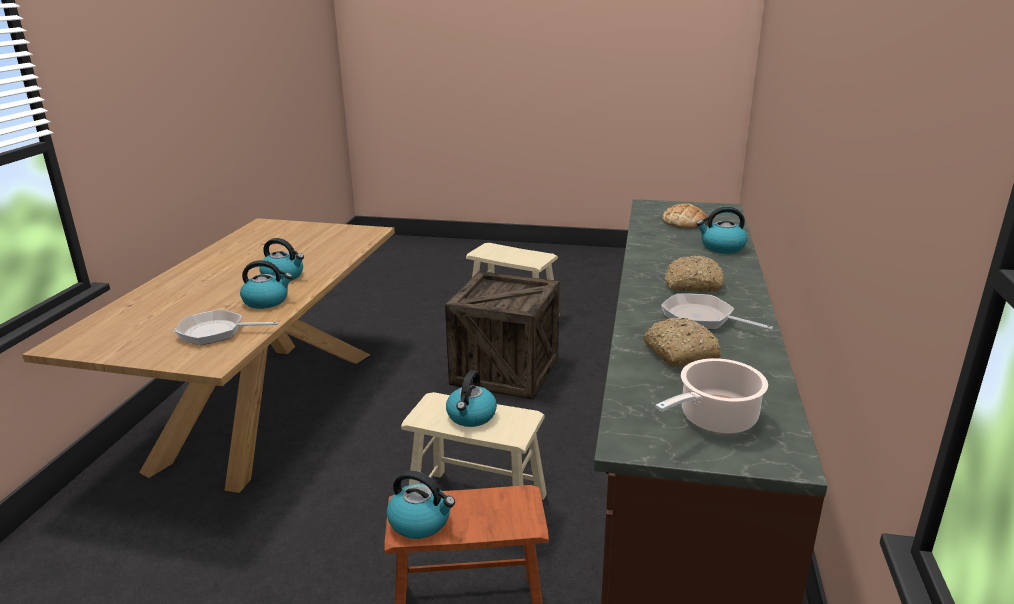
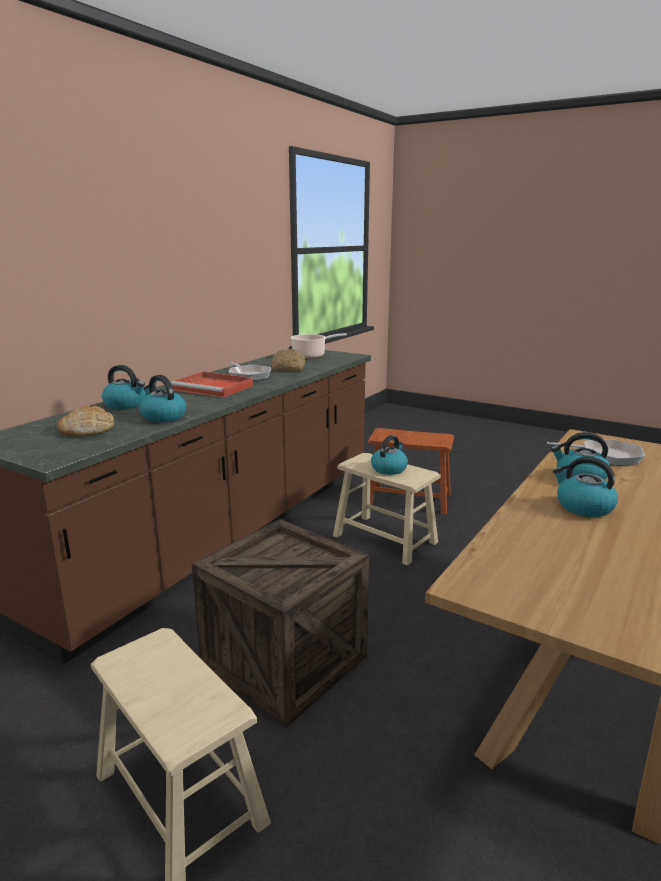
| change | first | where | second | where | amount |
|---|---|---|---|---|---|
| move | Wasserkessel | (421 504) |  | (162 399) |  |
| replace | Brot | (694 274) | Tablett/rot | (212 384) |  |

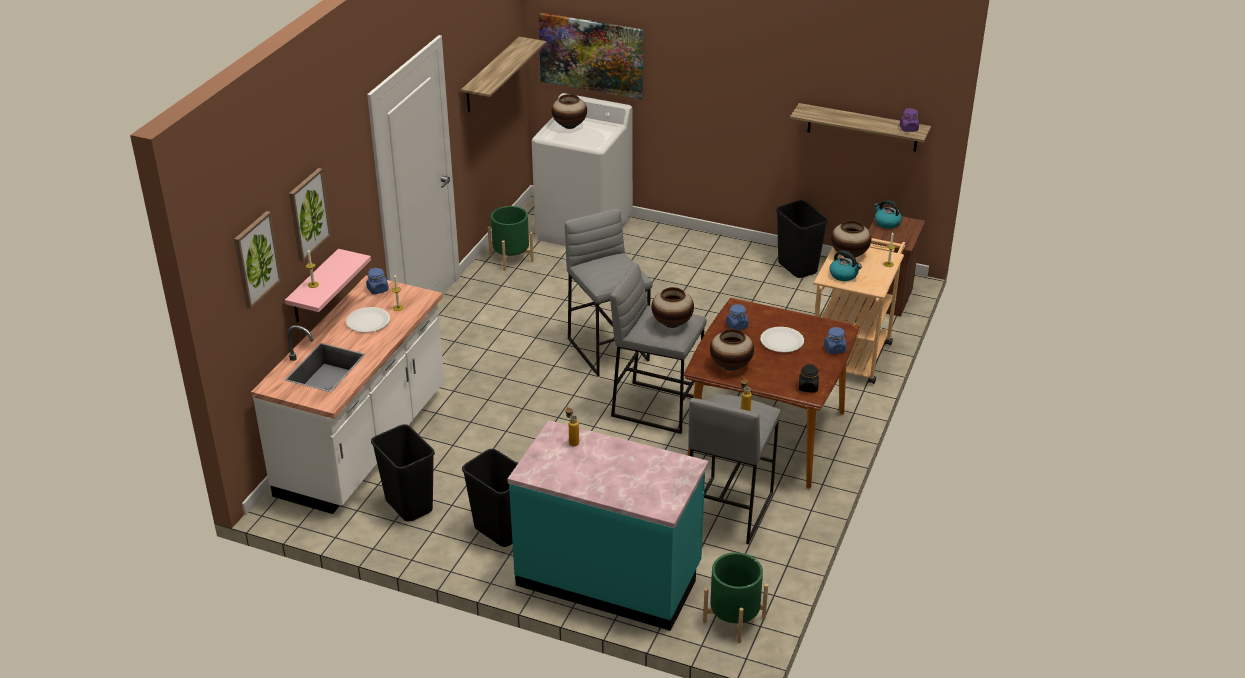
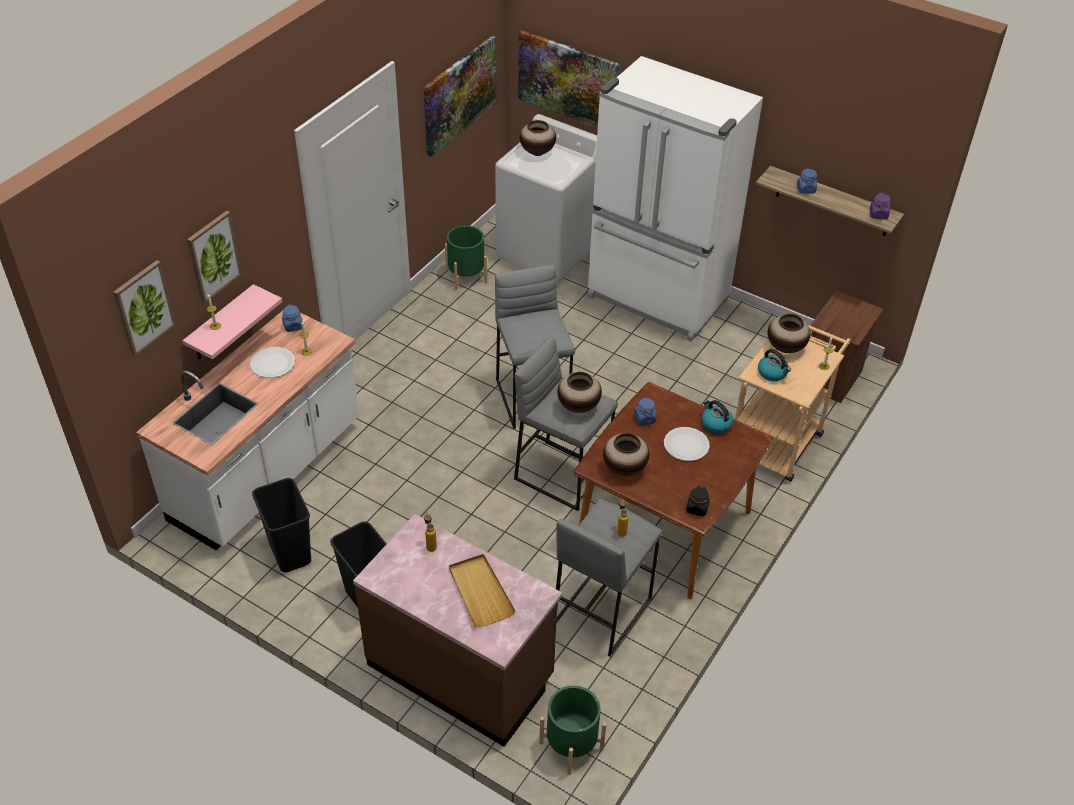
| change | first | where | second | where | amount |
|---|---|---|---|---|---|
| recolor | Küchenzeile/türkis | (608 525) | Küchenzeile/braun | (457 630) |  |
| replace | Wandregal | (503 74) | Bild | (460 95) |  |
| insert |  |  | Tablett/beige | (482 590) |  |
| insert |  |  | Kühlschrank/weiß | (675 199) |  |
| move | Wasserkessel | (888 214) |  | (717 417) |  |
| move | Vorratsglas/blau | (835 340) |  | (807 181) |  |
| delete | Mülleimer/schwarz | (802 239) |  |  |  |

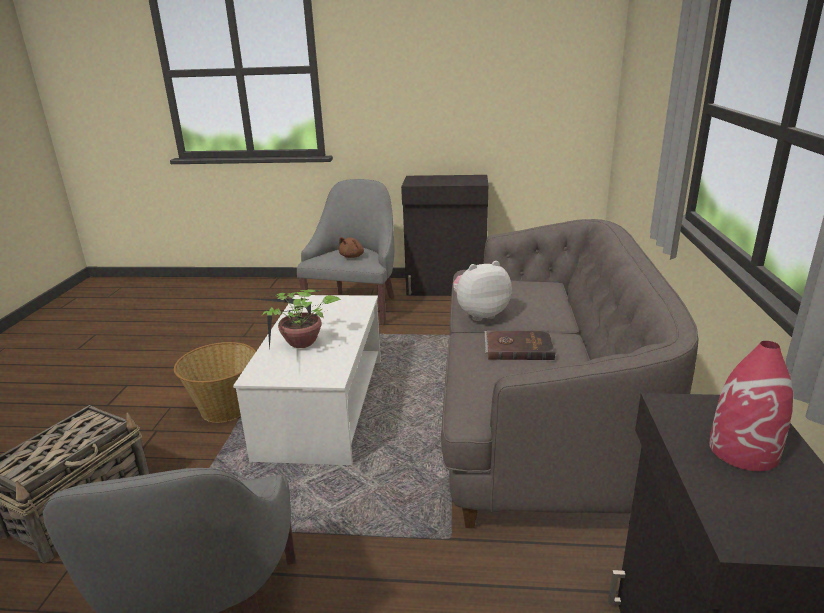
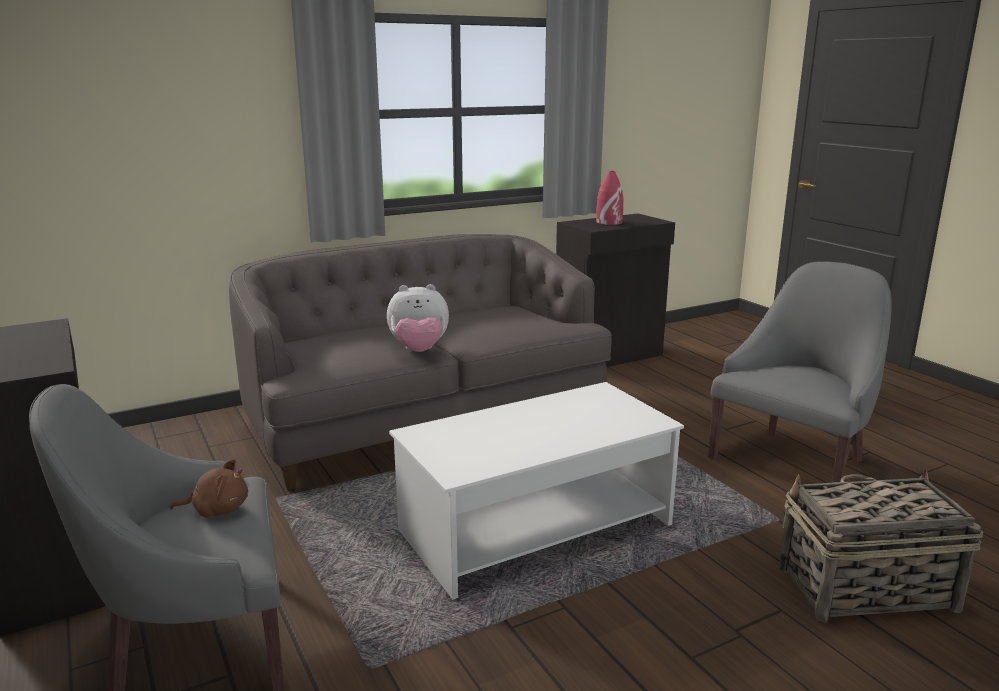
| change | first | where | second | where | amount |
|---|---|---|---|---|---|
| rotate | Plüschtier | (482 291) |  | (418 318) | 45 degrees counterclockwise |
| delete | Korb | (215 382) |  |  |  |
| delete | Topfpflanze | (297 320) |  |  |  |
| delete | Buch/braun | (520 345) |  |  |  |

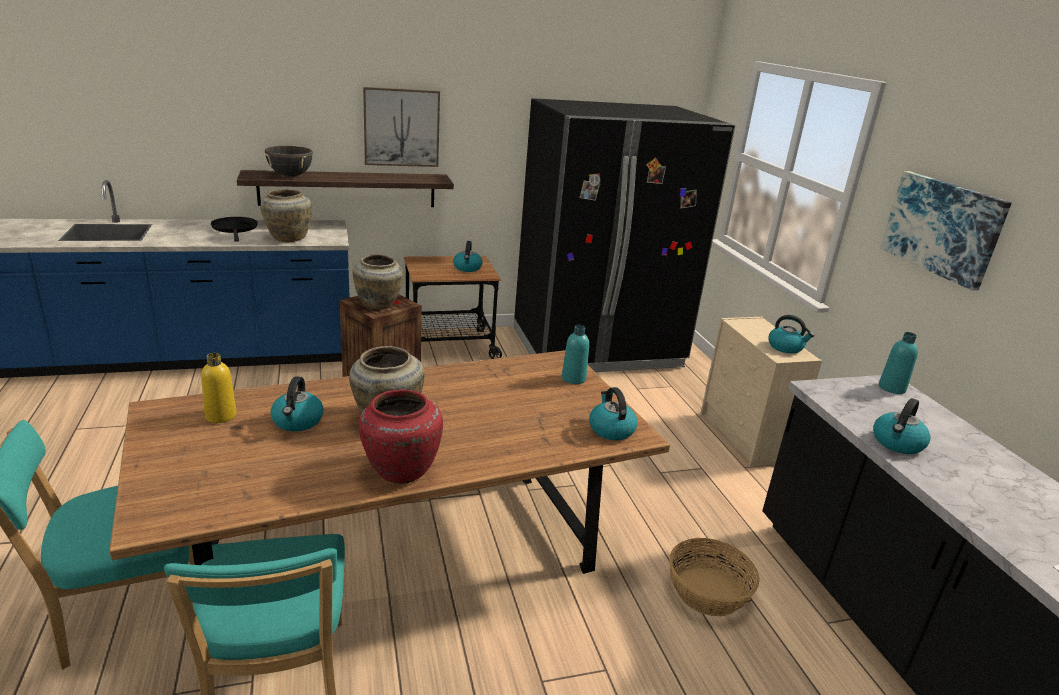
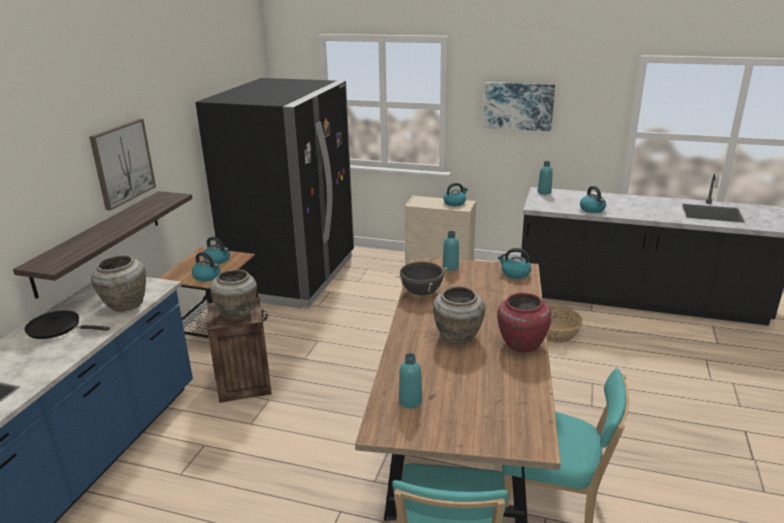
| change | first | where | second | where | amount |
|---|---|---|---|---|---|
| move | Wasserkessel | (297 404) |  | (206 267) |  |
| move | Kochtopf/schwarz | (288 161) |  | (422 278) |  |
| recolor | Flasche/gelb | (219 388) | Flasche/türkis | (410 380) |  |

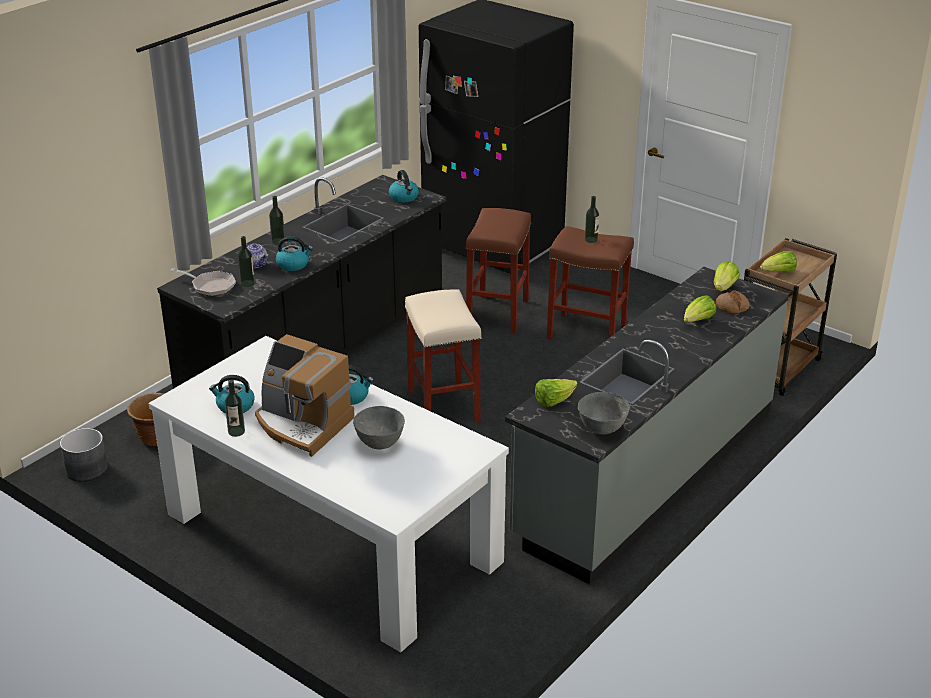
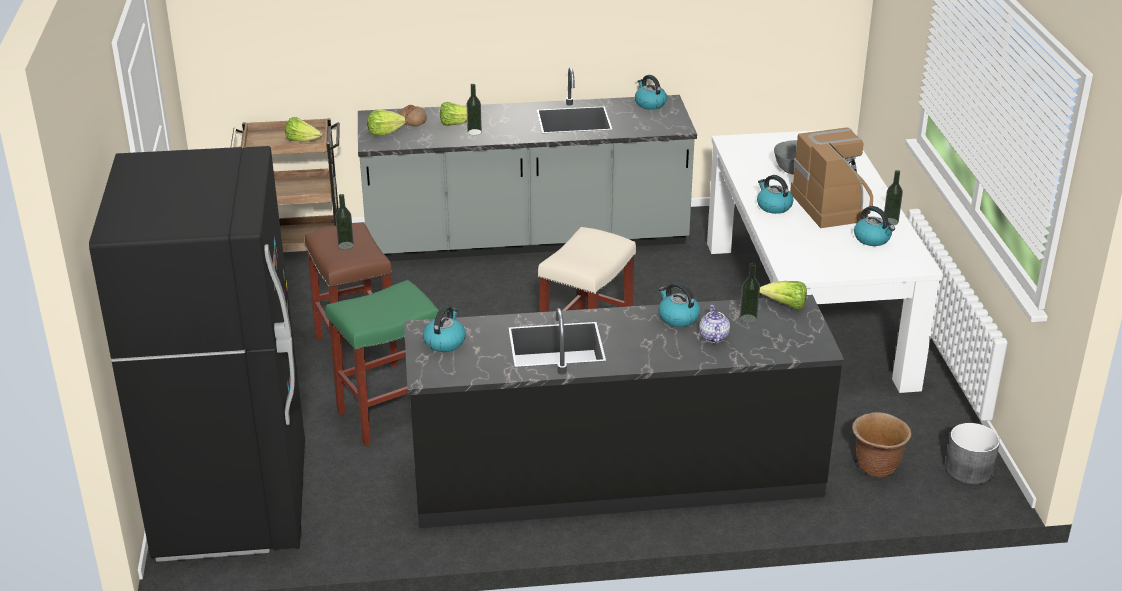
| change | first | where | second | where | amount |
|---|---|---|---|---|---|
| recolor | Hocker/braun | (498 270) | Hocker/grün | (382 363) |  |
| move | Flasche | (277 220) |  | (474 109) |  |
| replace | Schüssel/grau | (604 413) | Wasserkessel | (651 92) |  |
| move | Salatkopf | (556 393) |  | (783 295) |  |
| delete | Pfanne | (203 282) |  |  |  |

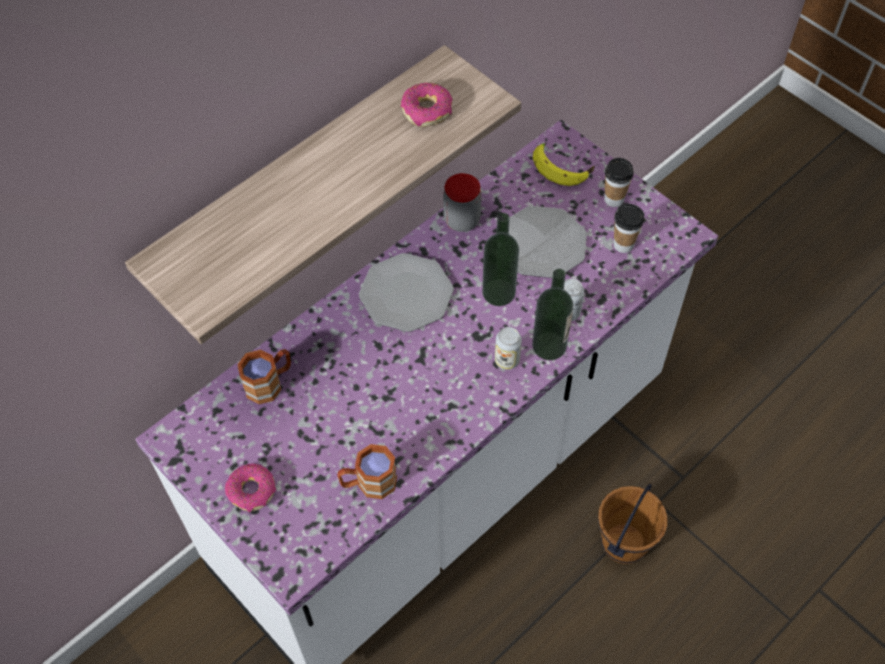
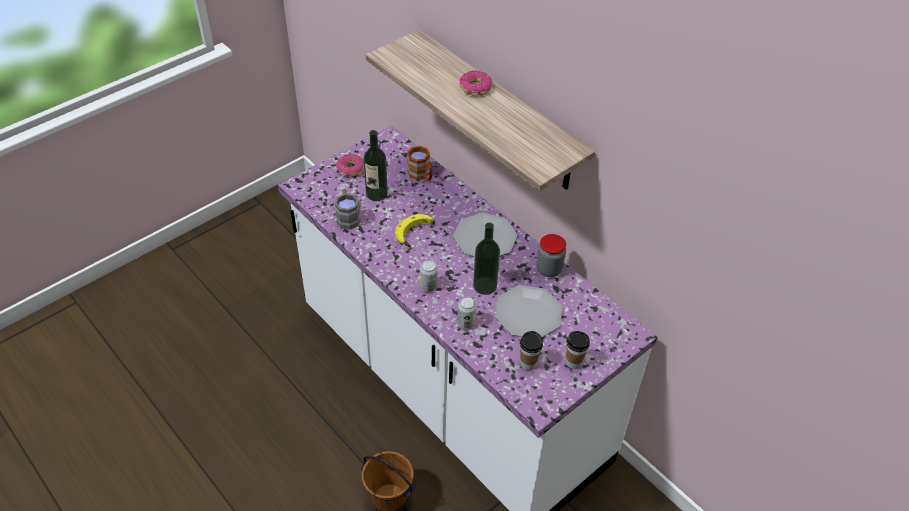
| change | first | where | second | where | amount |
|---|---|---|---|---|---|
| recolor | Henkelbecher/braun | (367 471) | Henkelbecher/grau | (347 209) |  |
| move | Flasche | (552 314) |  | (375 165) |  |
| move | Banane | (564 164) |  | (415 230) |  |
| move | Donut | (427 105) |  | (475 83) |  |

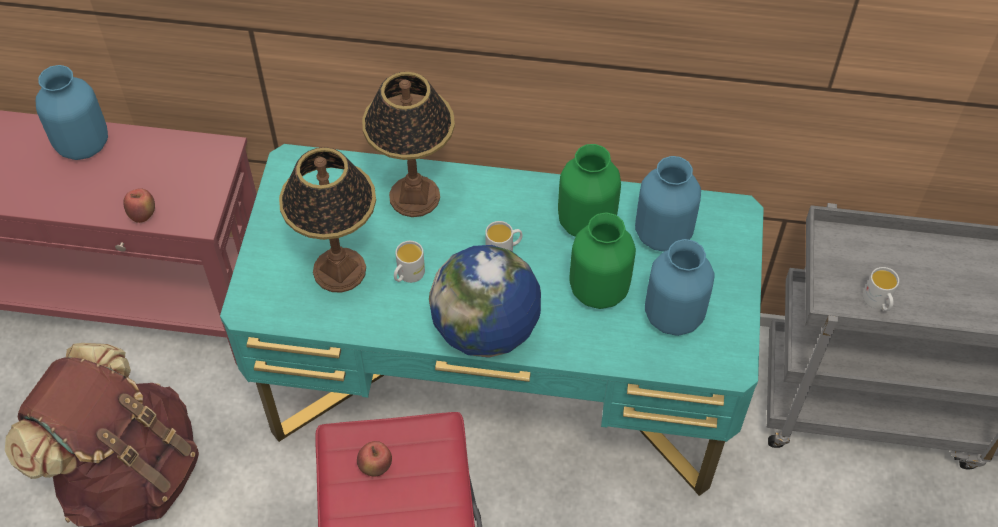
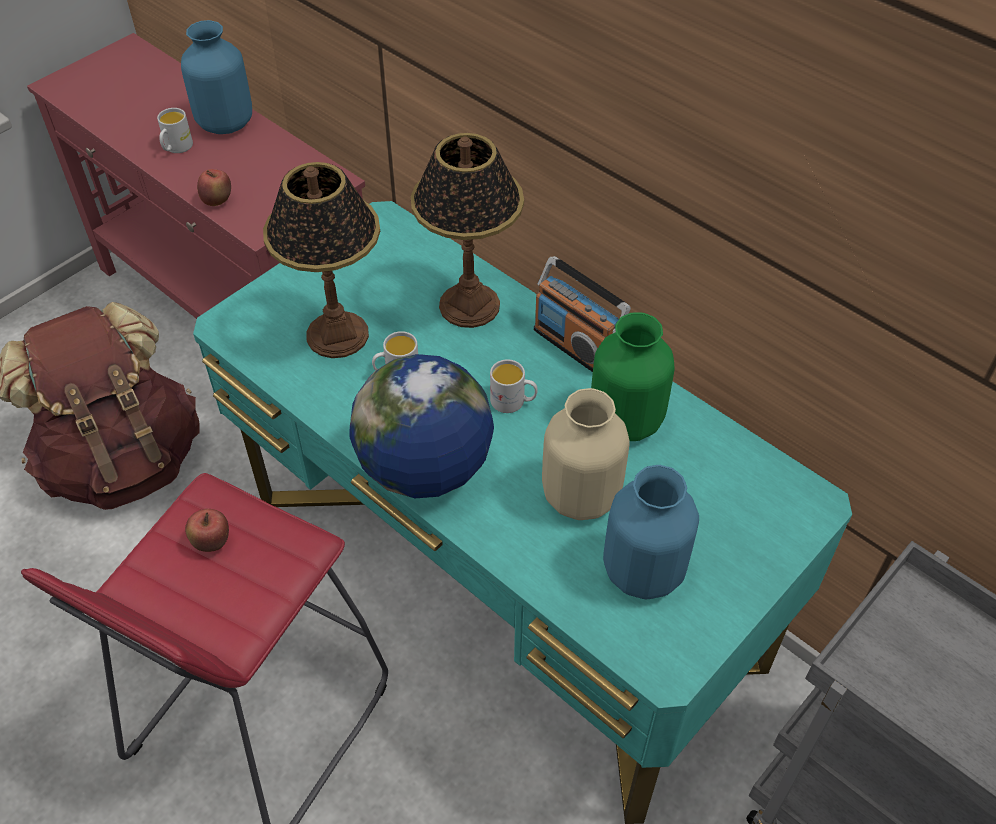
| change | first | where | second | where | amount |
|---|---|---|---|---|---|
| move | Henkelbecher/weiß | (881 289) |  | (175 130) |  |
| insert |  |  | Radio | (582 314) |  |
| recolor | Vase/grün | (602 260) | Vase/beige | (586 454) |  |
| delete | Vase/blau | (668 203) |  |  |  |

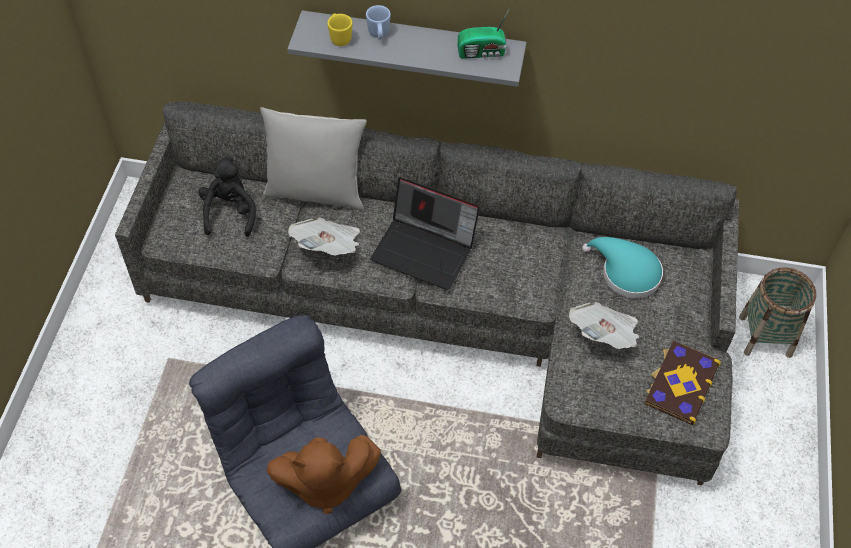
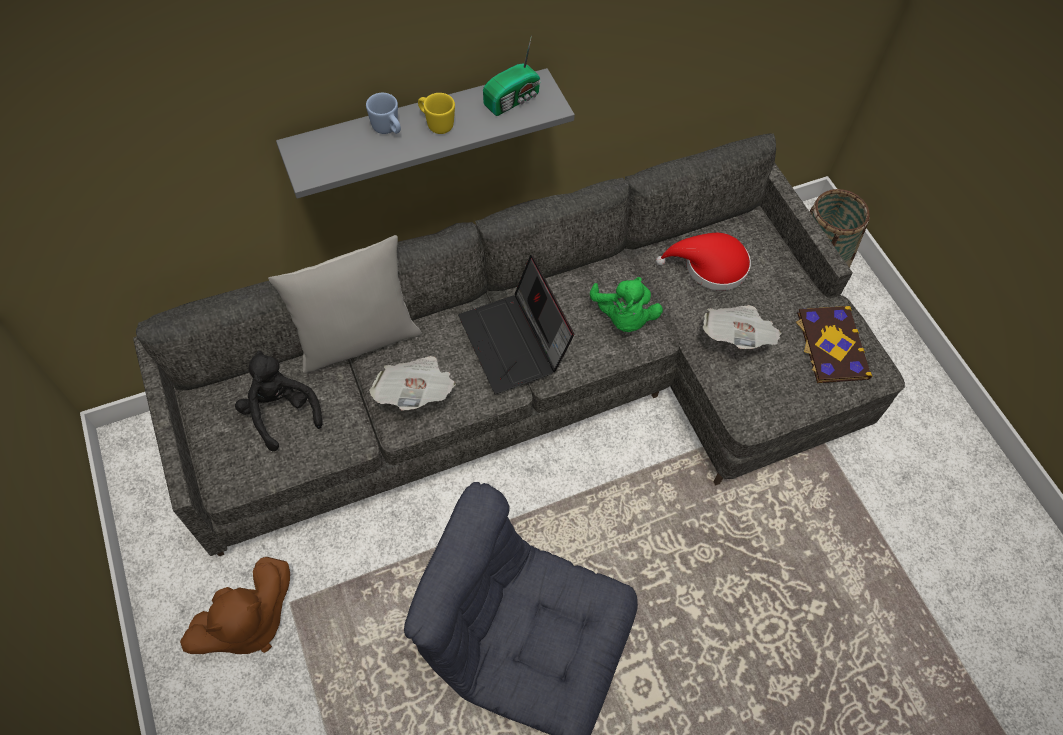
| change | first | where | second | where | amount |
|---|---|---|---|---|---|
| move | Plüschtier/braun | (324 474) |  | (235 605) |  |
| move | Henkelbecher/gelb | (339 29) |  | (436 113) |  |
| rotate | Laptop | (425 233) |  | (516 324) | 75 degrees clockwise |
| insert |  |  | Plüschtier/grün | (626 304) |  |
| recolor | Hut/türkis | (622 267) | Hut/rot | (703 262) |  |

